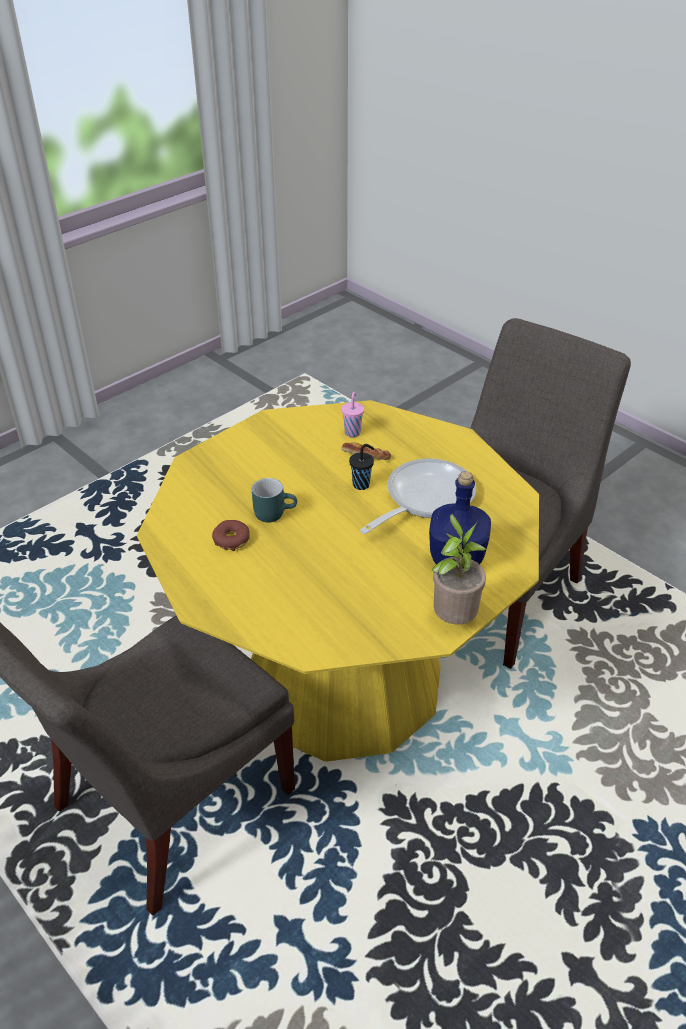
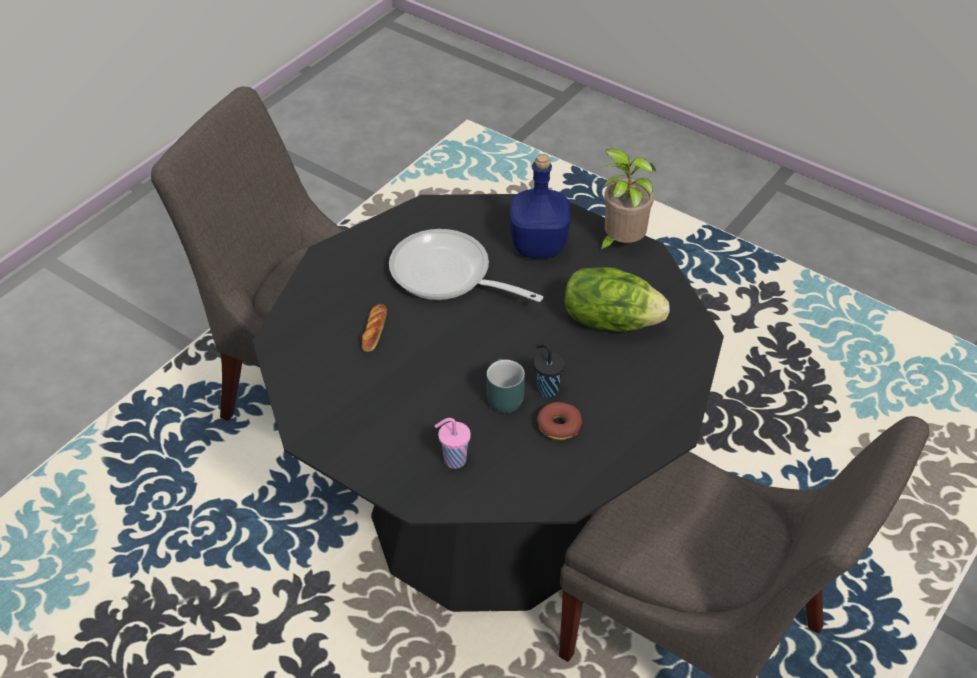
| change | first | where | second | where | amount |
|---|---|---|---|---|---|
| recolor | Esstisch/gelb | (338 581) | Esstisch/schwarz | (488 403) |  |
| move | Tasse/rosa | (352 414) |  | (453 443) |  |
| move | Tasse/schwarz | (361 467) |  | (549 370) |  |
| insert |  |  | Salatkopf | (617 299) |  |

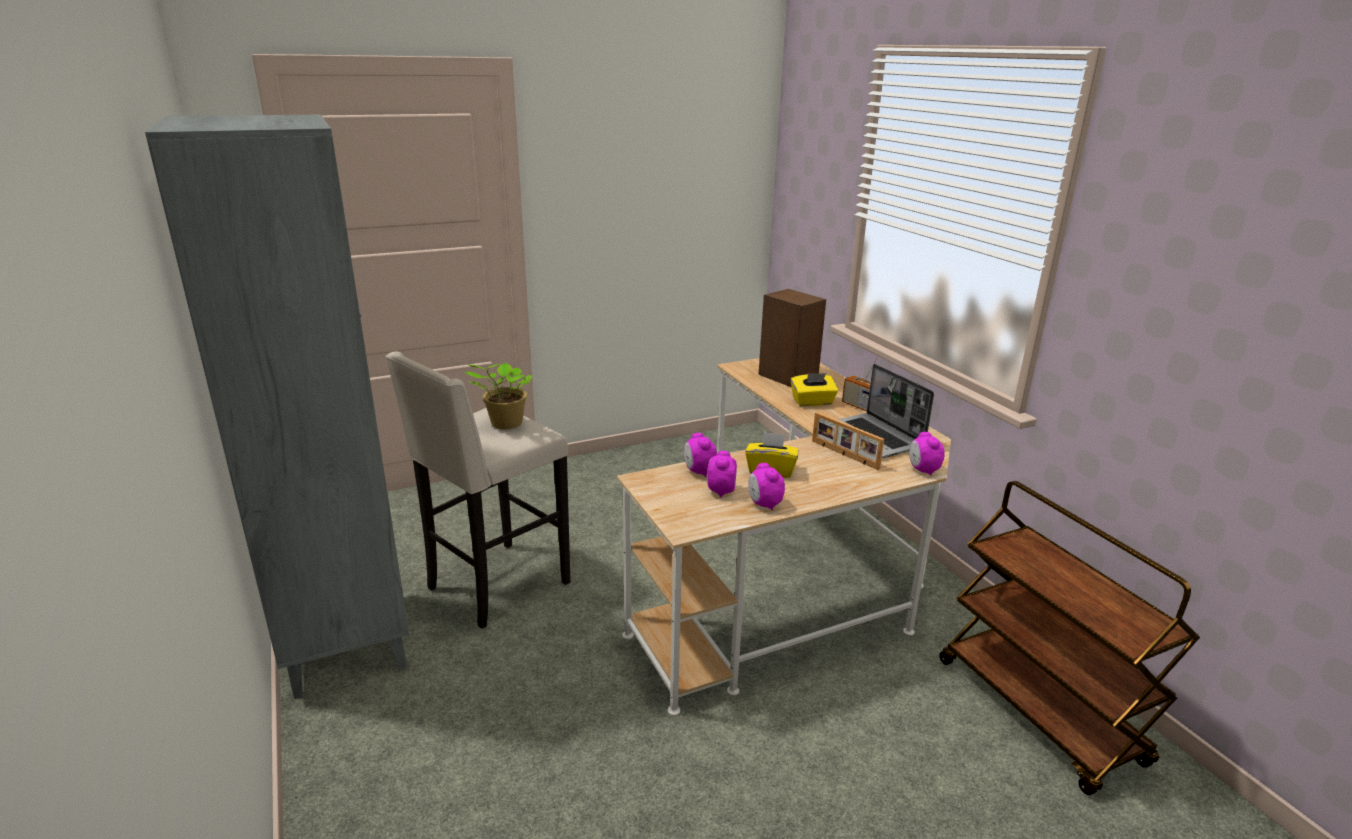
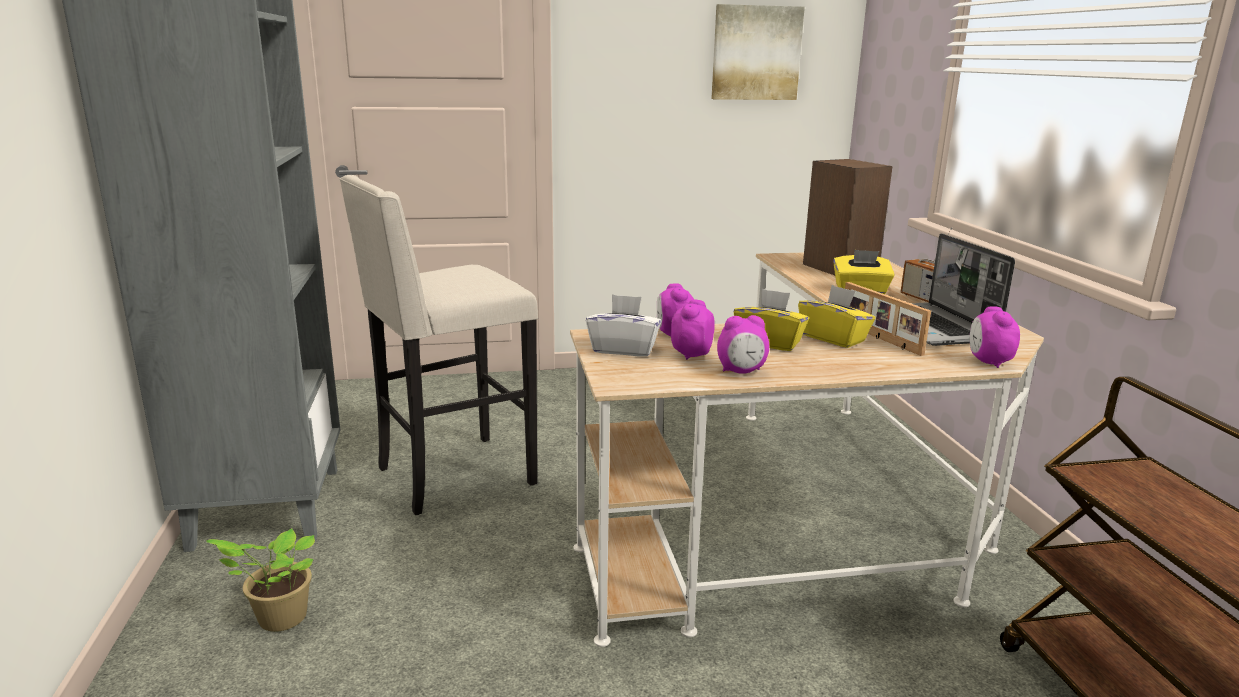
| change | first | where | second | where | amount |
|---|---|---|---|---|---|
| move | Topfpflanze | (499 396) |  | (260 580) |  |
| insert |  |  | Taschentuchbox/weiß | (623 325) |  |
| insert |  |  | Bild | (758 52) |  |
| rotate | Wecker | (766 486) |  | (743 344) | 90 degrees counterclockwise |
| insert |  |  | Taschentuchbox/gelb | (836 316) |  |

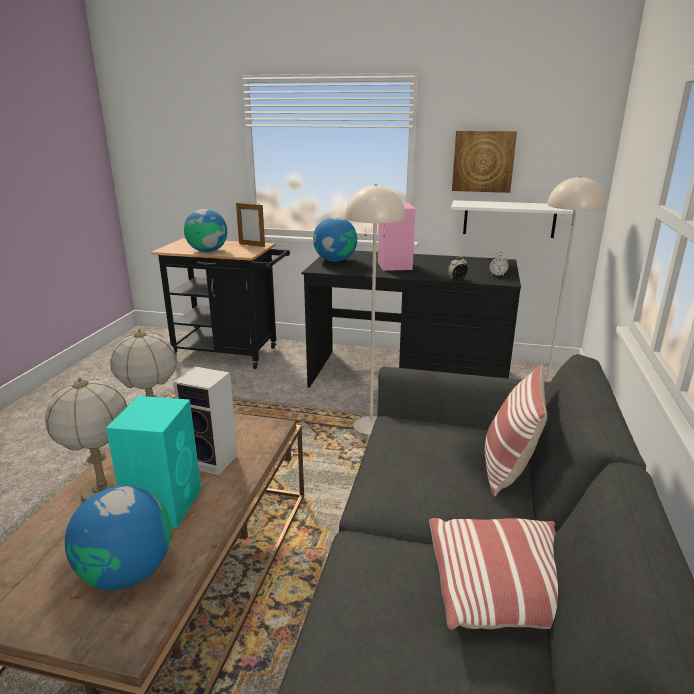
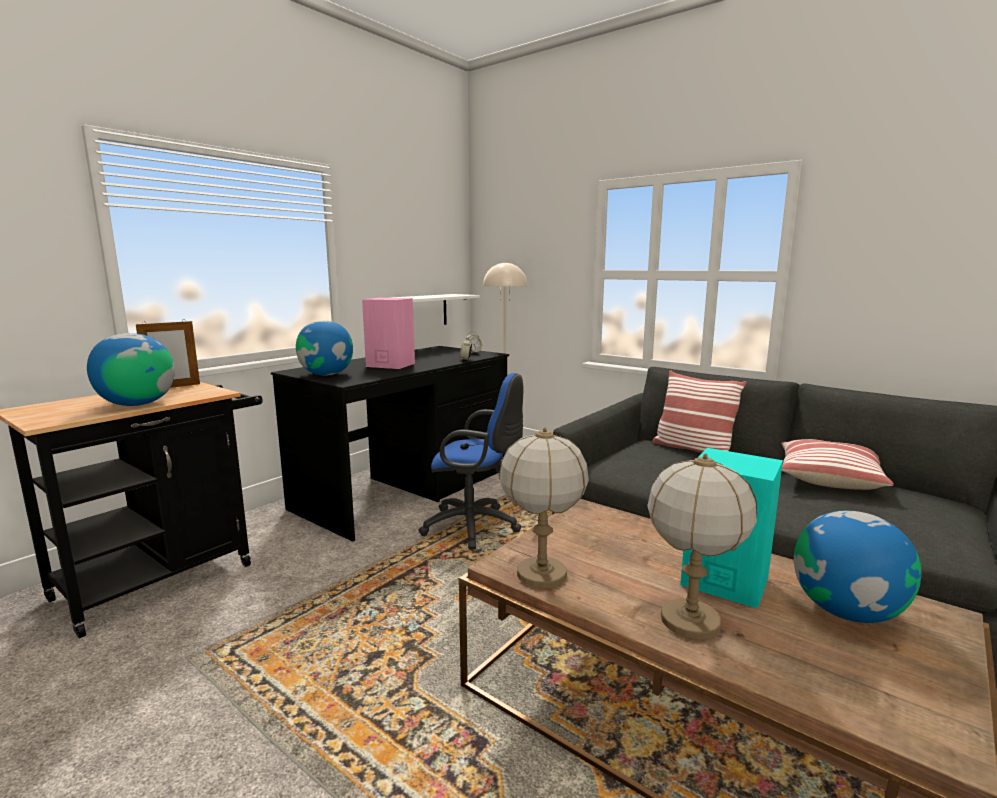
| change | first | where | second | where | amount |
|---|---|---|---|---|---|
| replace | Stehlampe/beige | (375 309) | Bürostuhl/blau | (471 461) |  |
| delete | Lautsprecher | (205 420) |  |  |  |
| delete | Bild | (484 162) |  |  |  |

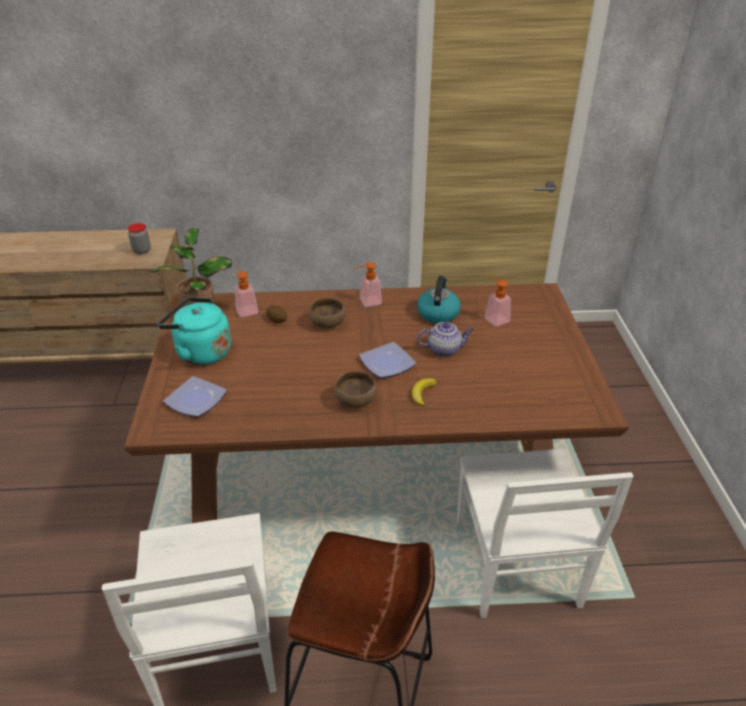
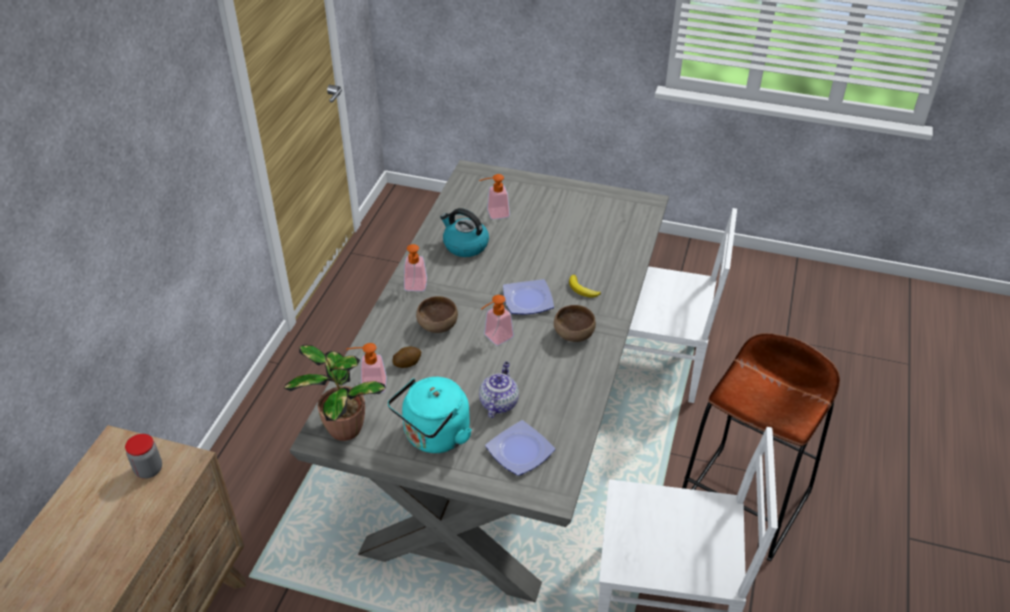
| change | first | where | second | where | amount |
|---|---|---|---|---|---|
| recolor | Esstisch/braun | (376 403) | Esstisch/grau | (479 381) |  |
| move | Teekanne | (445 339) |  | (499 390) |  |
| insert |  |  | Seifenspender | (497 320) |  |

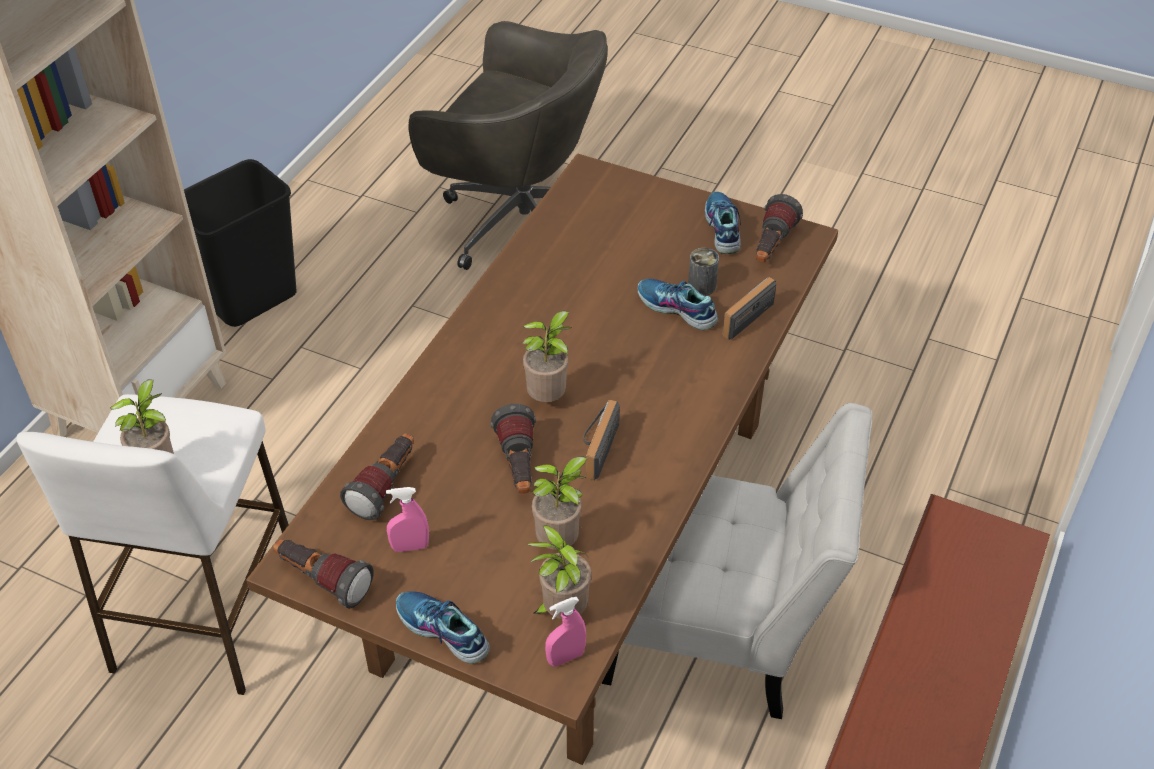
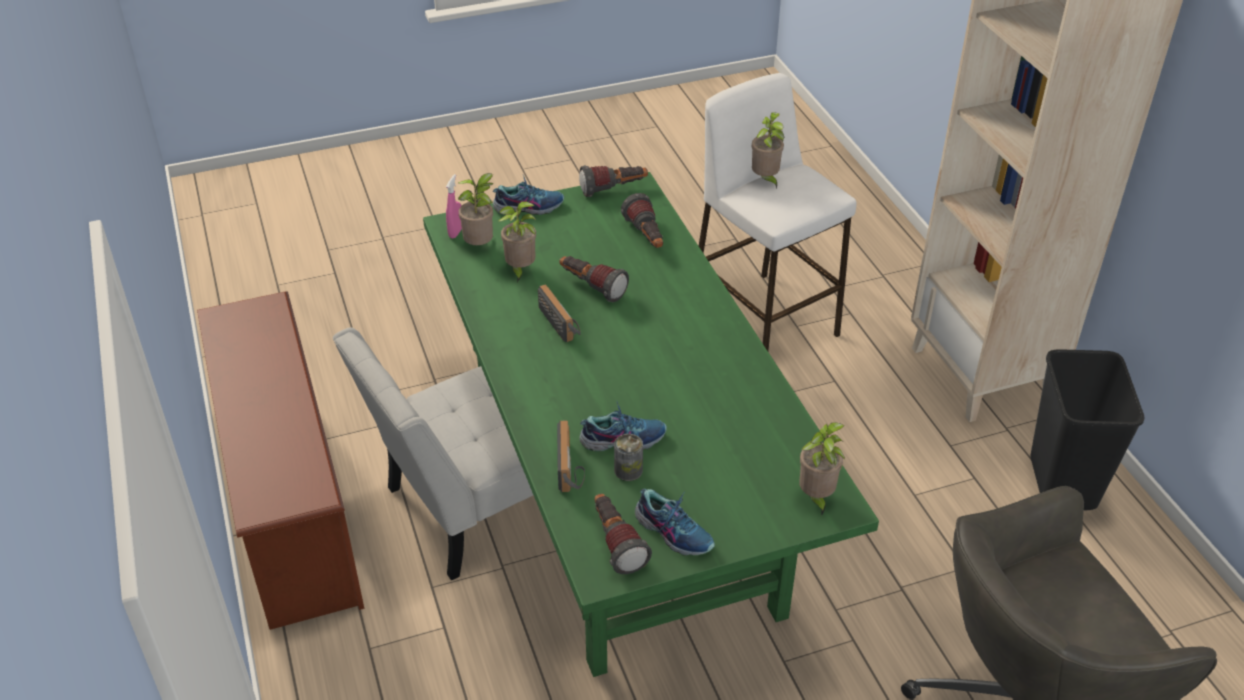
| change | first | where | second | where | amount |
|---|---|---|---|---|---|
| recolor | Esstisch/braun | (542 459) | Esstisch/grün | (651 424) |  |
| move | Topfpflanze | (547 356) |  | (822 468) |  |
| delete | Sprühflasche/rosa | (407 519) |  |  |  |

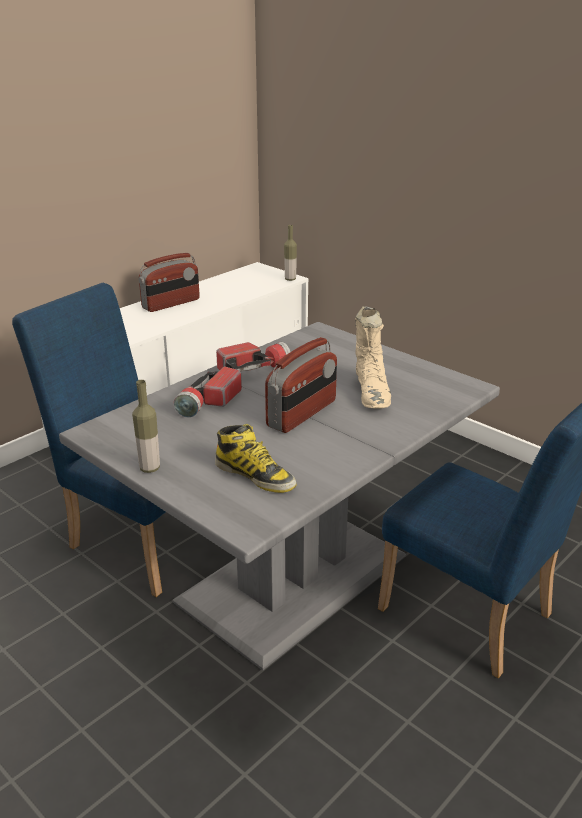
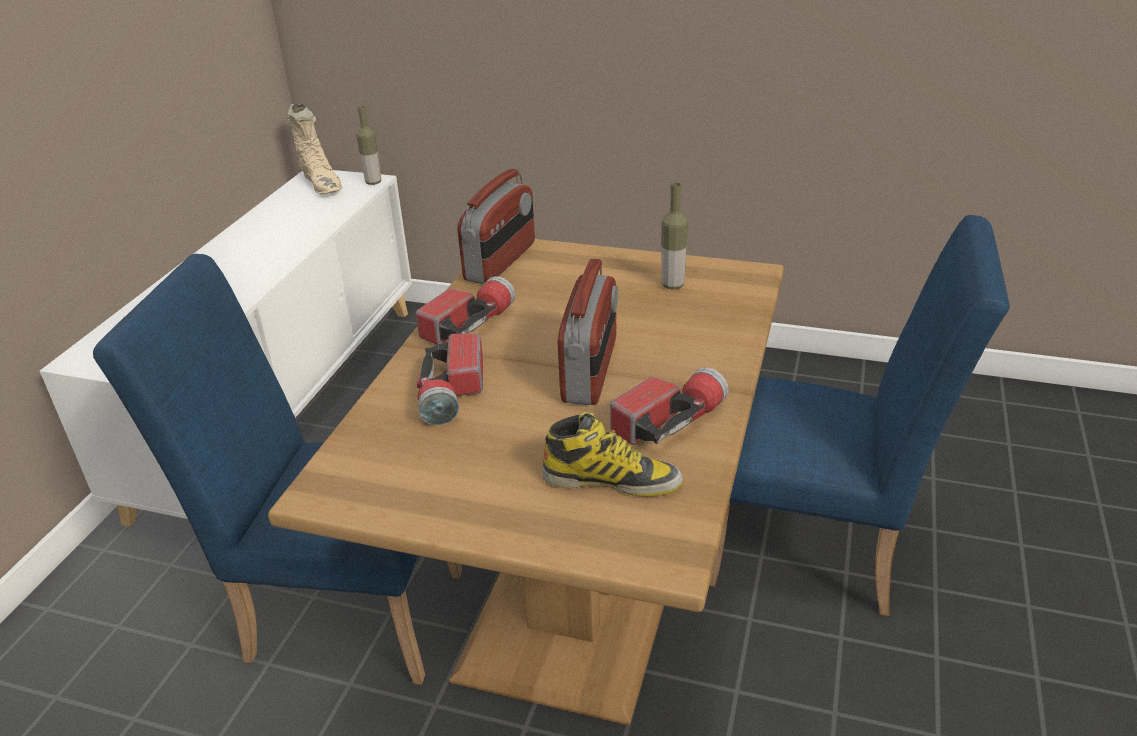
| change | first | where | second | where | amount |
|---|---|---|---|---|---|
| recolor | Esstisch/grau | (279 496) | Esstisch/braun | (526 482) |  |
| move | Stiefel/beige | (373 357) |  | (314 149) |  |
| move | Radio | (169 282) |  | (496 226) |  |
| insert |  |  | Taschenlampe | (669 406) |  |
| move | Flasche | (146 426) |  | (675 236) |  |

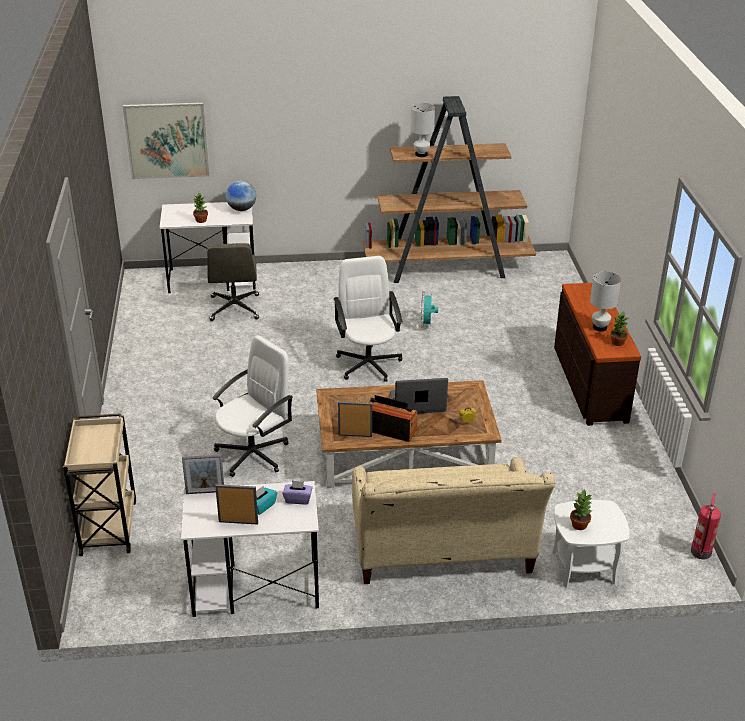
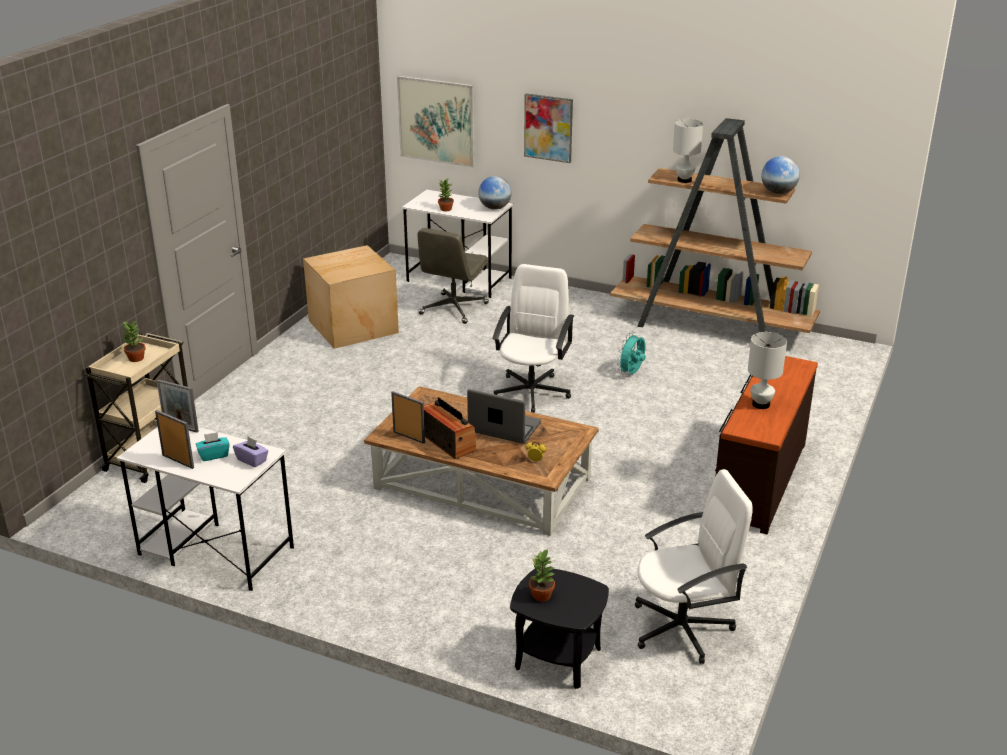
| change | first | where | second | where | amount |
|---|---|---|---|---|---|
| move | Topfpflanze | (620 328) |  | (134 341) |  |
| insert |  |  | Karton | (351 297) |  |
| recolor | Beistelltisch/weiß | (590 544) | Beistelltisch/schwarz | (559 628) |  |
| insert |  |  | Bild | (548 128) |  |
| move | Bürostuhl/weiß | (252 406) |  | (694 566) |  |
| insert |  |  | Globus | (780 175) |  |
| delete | Sofa/beige | (453 520) |  |  |  |
| delete | Feuerlöscher | (706 526) |  |  |  |

